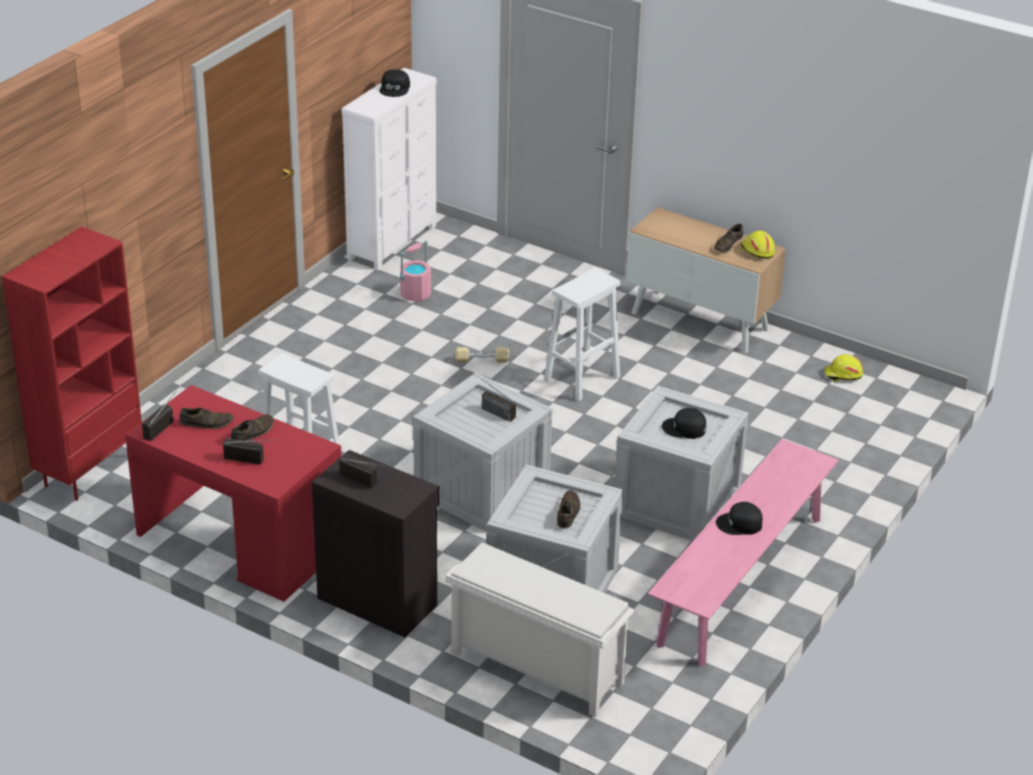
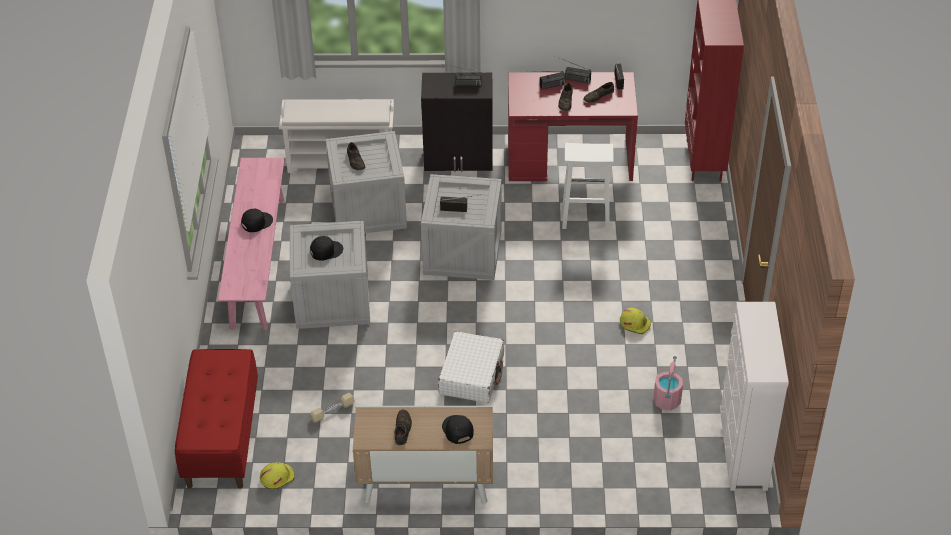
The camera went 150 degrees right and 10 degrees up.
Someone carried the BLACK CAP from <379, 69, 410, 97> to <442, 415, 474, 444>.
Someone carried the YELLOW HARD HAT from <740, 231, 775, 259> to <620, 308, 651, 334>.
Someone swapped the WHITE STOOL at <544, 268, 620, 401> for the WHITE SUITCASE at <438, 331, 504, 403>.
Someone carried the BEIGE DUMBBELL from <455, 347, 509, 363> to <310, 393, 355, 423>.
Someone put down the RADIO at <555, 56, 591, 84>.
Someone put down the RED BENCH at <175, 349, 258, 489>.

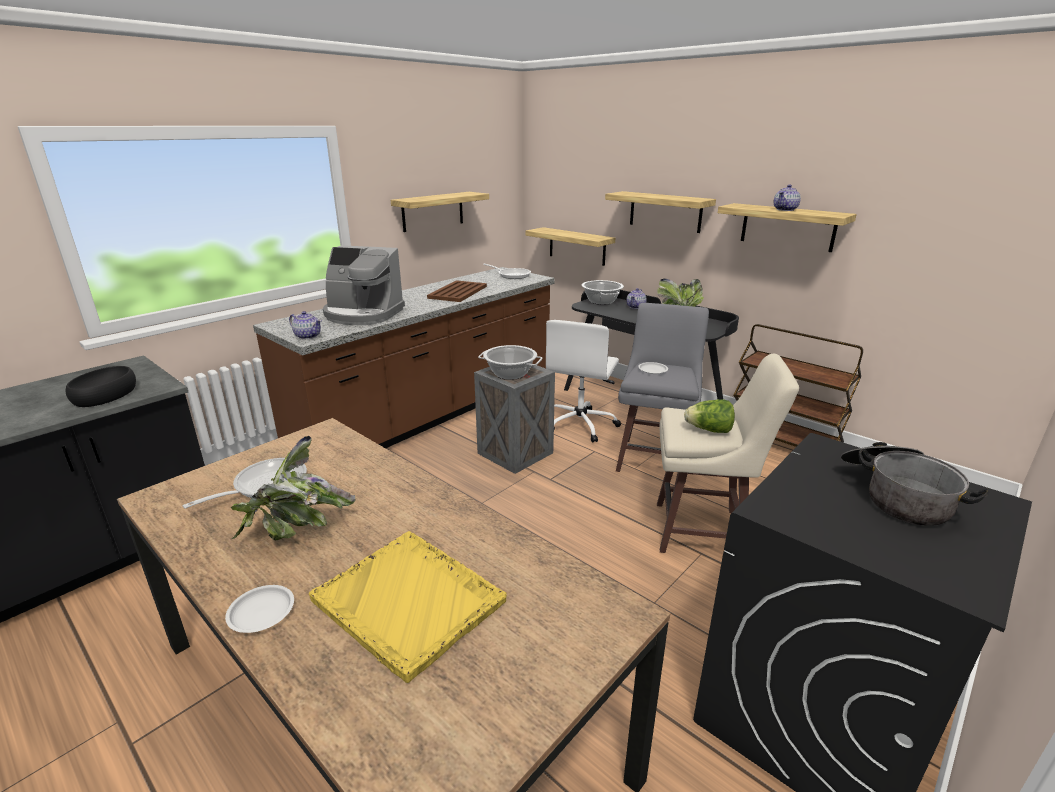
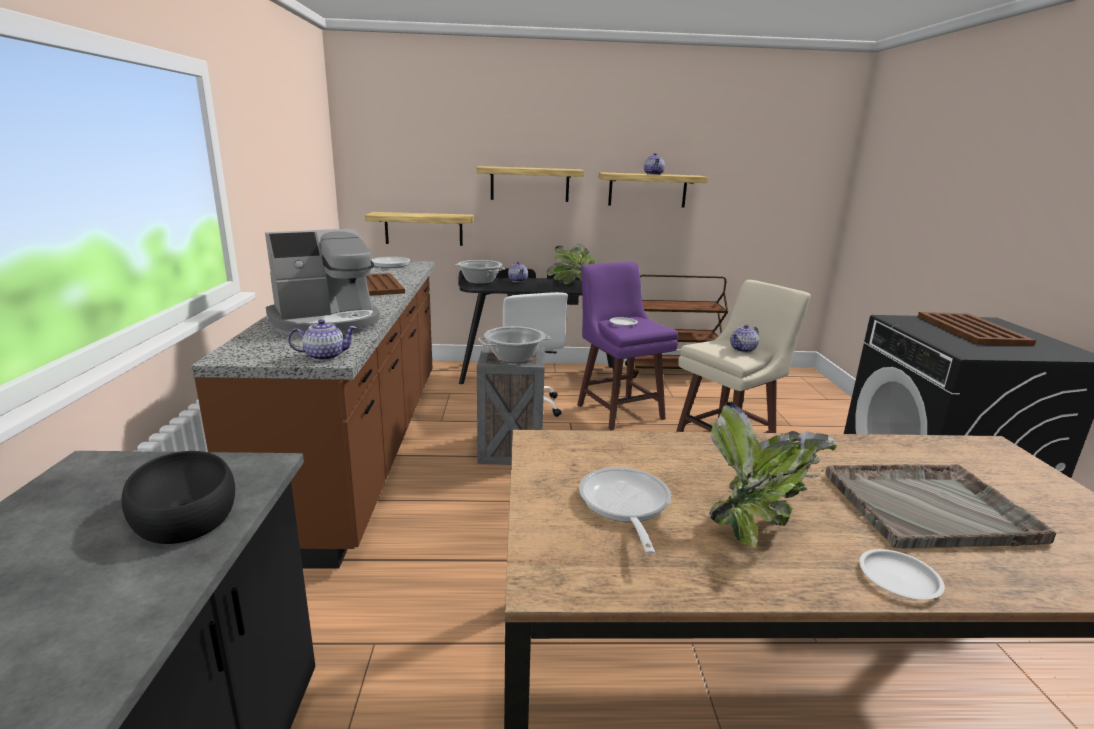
The camera went 45 degrees left and 5 degrees down.
Someone took away the SHELF at <391, 192, 489, 232>.
Someone repainted the GREY STOOL at <616, 303, 709, 483>, which became the PURPLE STOOL at <577, 262, 678, 431>.
Someone swapped the LETTUCE at <684, 399, 735, 433> for the TEAPOT at <730, 324, 759, 353>.
Someone swapped the COOKING POT at <840, 442, 990, 526> for the BROWN TRAY at <918, 312, 1036, 346>.
Someone repainted the YELLOW TRAY at <309, 531, 507, 683>, which became the GREY TRAY at <826, 464, 1056, 548>.

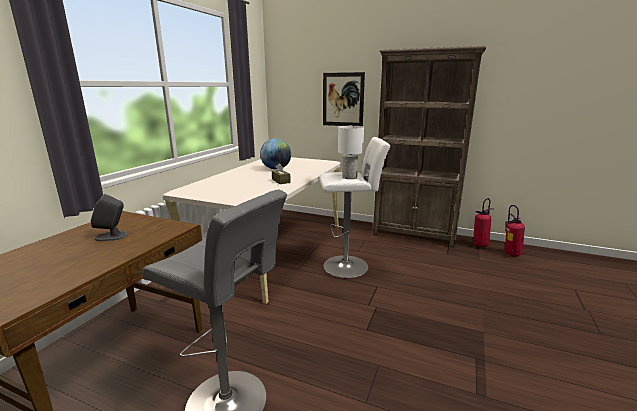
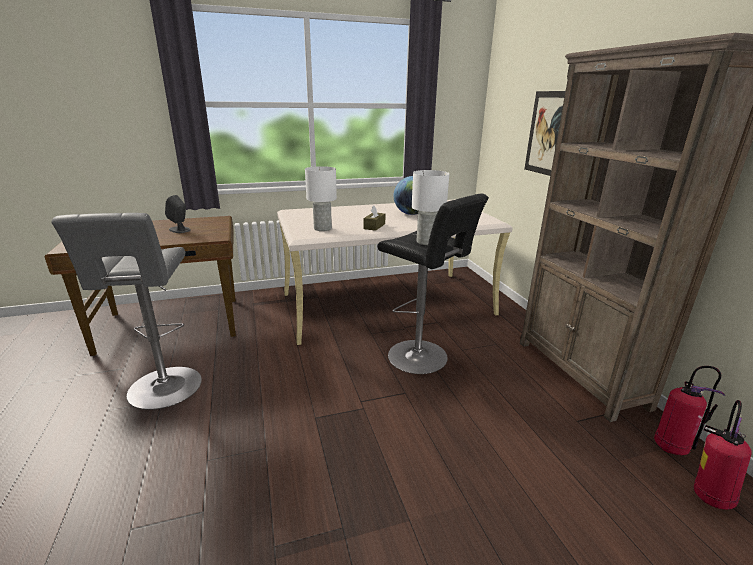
The camera went 50 degrees right and 5 degrees up.
Someone repainted the WHITE STOOL at <319, 137, 391, 278>, which became the BLACK STOOL at <378, 193, 489, 374>.
Someone put down the WHITE TABLE LAMP at <305, 166, 337, 231>.

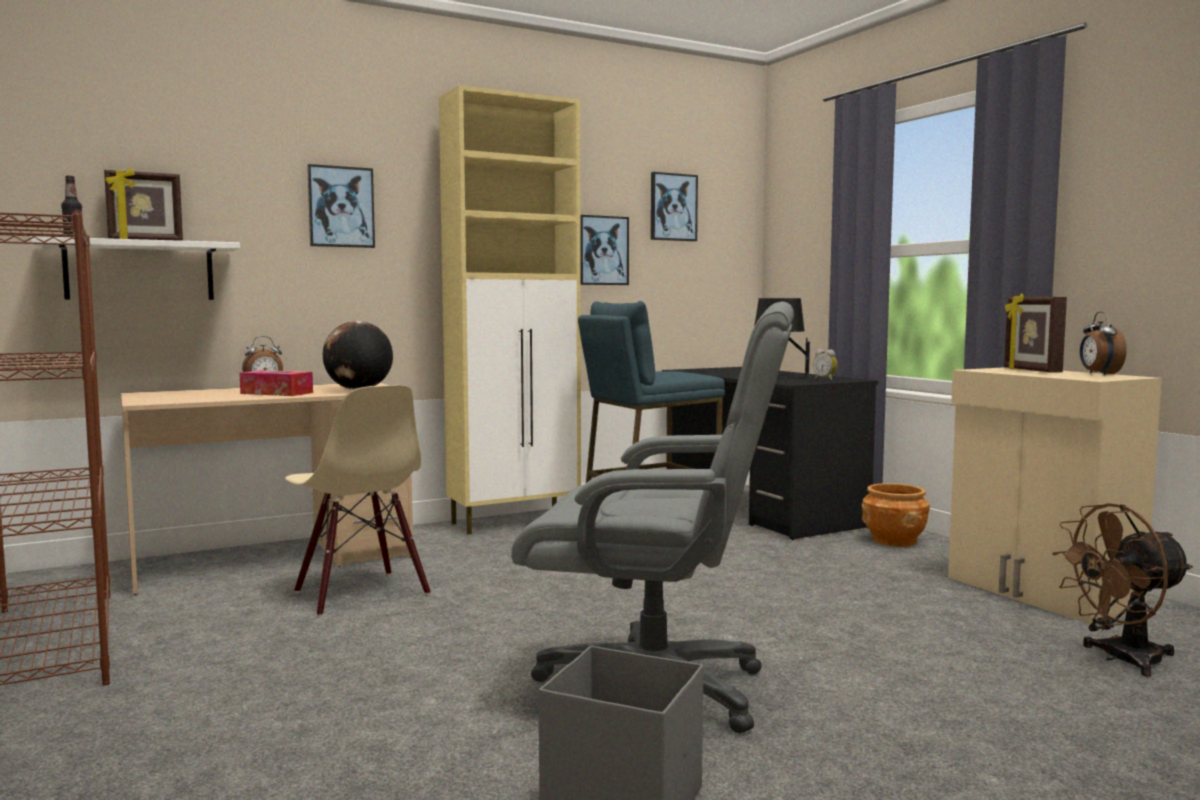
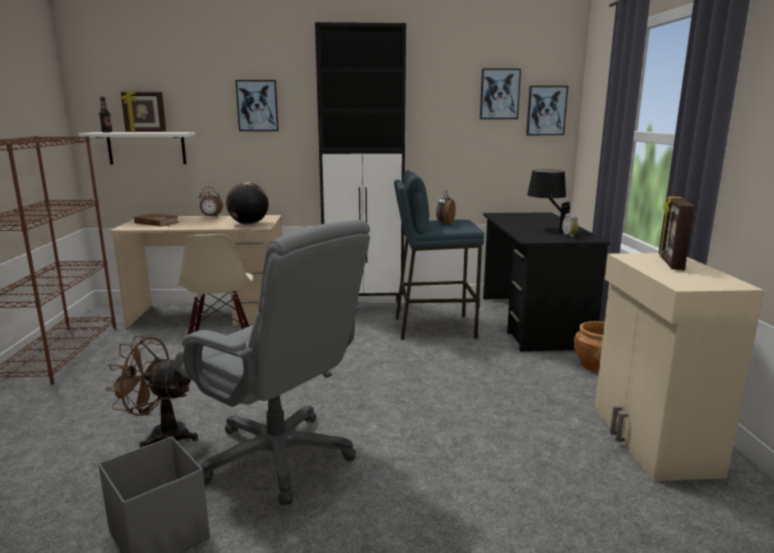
The camera went 25 degrees right and 10 degrees up.
Someone repainted the BEIGE CABINET at <439, 85, 581, 535>, which became the BLACK CABINET at <315, 22, 406, 312>.
Someone carried the PICTURE from <580, 215, 629, 285> to <526, 86, 568, 135>.
Someone carried the ALARM CLOCK from <1080, 312, 1127, 375> to <436, 190, 456, 225>.
Someone took away the TISSUE BOX at <239, 370, 313, 396>.
Someone carried the BROWN FAN from <1052, 503, 1193, 677> to <105, 336, 198, 448>.
Someone put down the BROWN BOOK at <134, 213, 179, 227>.

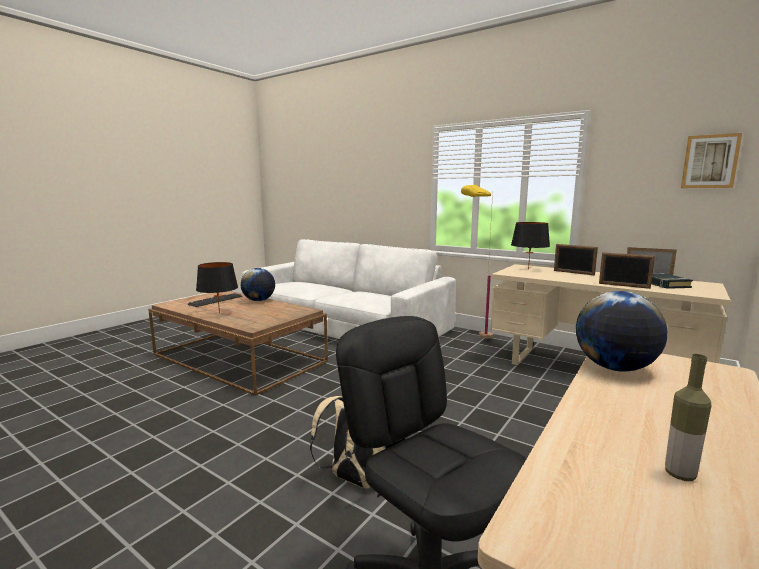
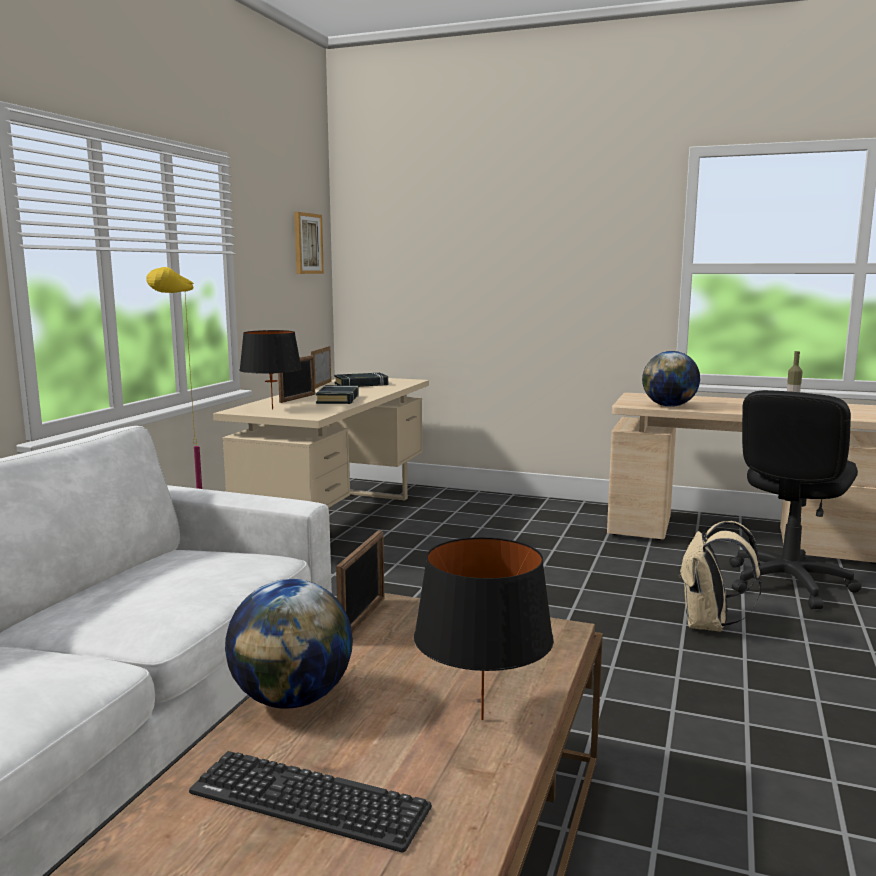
The camera went 105 degrees left and 0 degrees up.
Someone carried the PICTURE FRAME from <599, 252, 655, 289> to <336, 530, 384, 634>.
Someone put down the BLACK BOOK at <316, 385, 359, 404>.

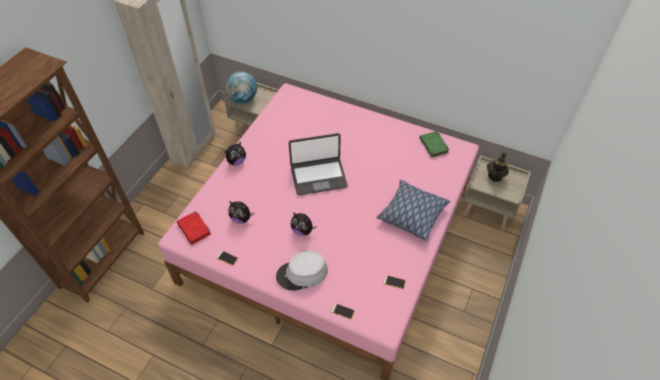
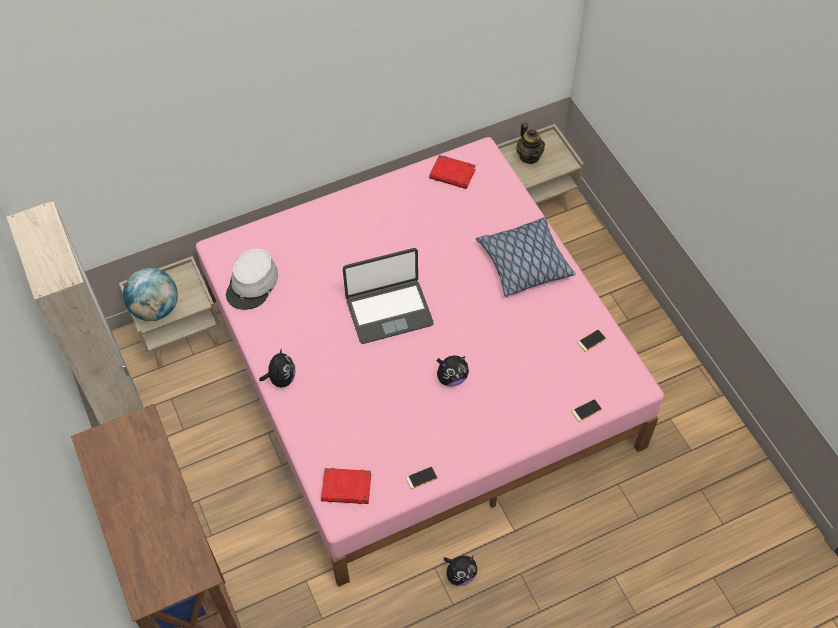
The camera went 50 degrees left and 5 degrees up.
Someone repainted the GREEN BOOK at <419, 131, 449, 158>, which became the RED BOOK at <429, 155, 476, 189>.
Someone rotated the LAPTOP at <289, 133, 348, 195> by 45 degrees clockwise.
Someone carried the PLUSH TOY from <228, 201, 254, 224> to <443, 556, 478, 586>.
Someone carried the GREY HAT from <276, 251, 328, 291> to <226, 248, 278, 310>.

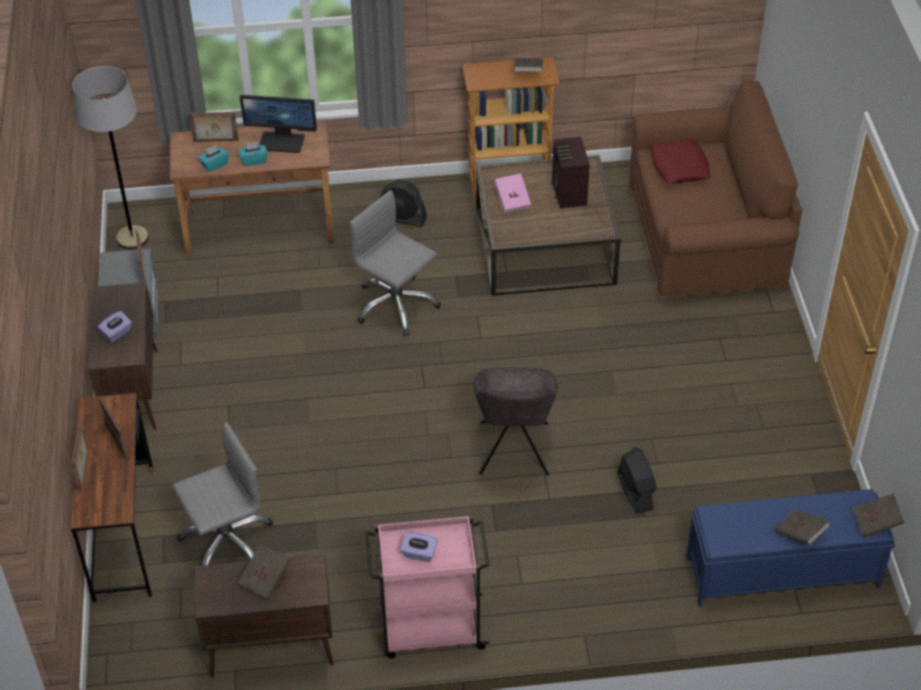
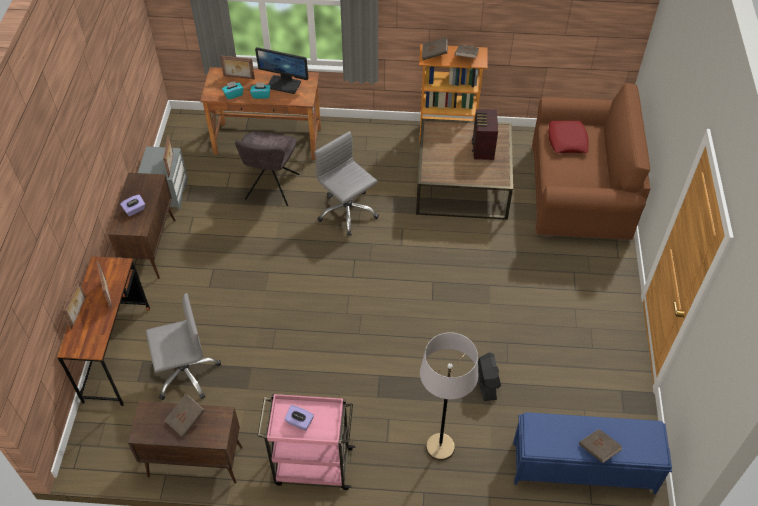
The camera went 10 degrees right and 5 degrees up.
Someone carried the GREY FLOOR LAMP from <73, 66, 149, 250> to <420, 332, 478, 461>.
Someone took away the PINK BOOK at <494, 174, 532, 213>.
Someone took away the BLACK FAN at <379, 180, 427, 227>.
Someone carried the GREY CHAIR from <474, 368, 557, 476> to <235, 131, 300, 206>.
Someone carried the BROWN BOOK from <853, 494, 904, 537> to <422, 37, 448, 60>.

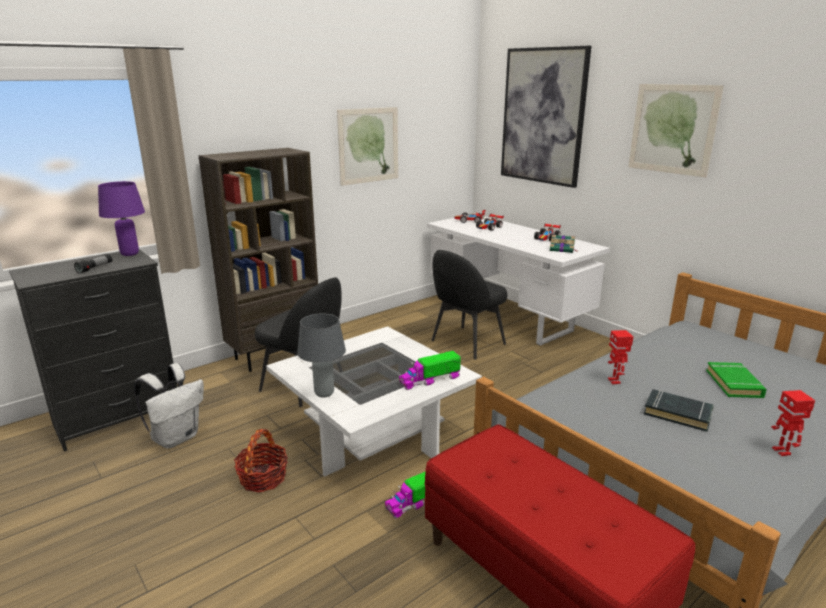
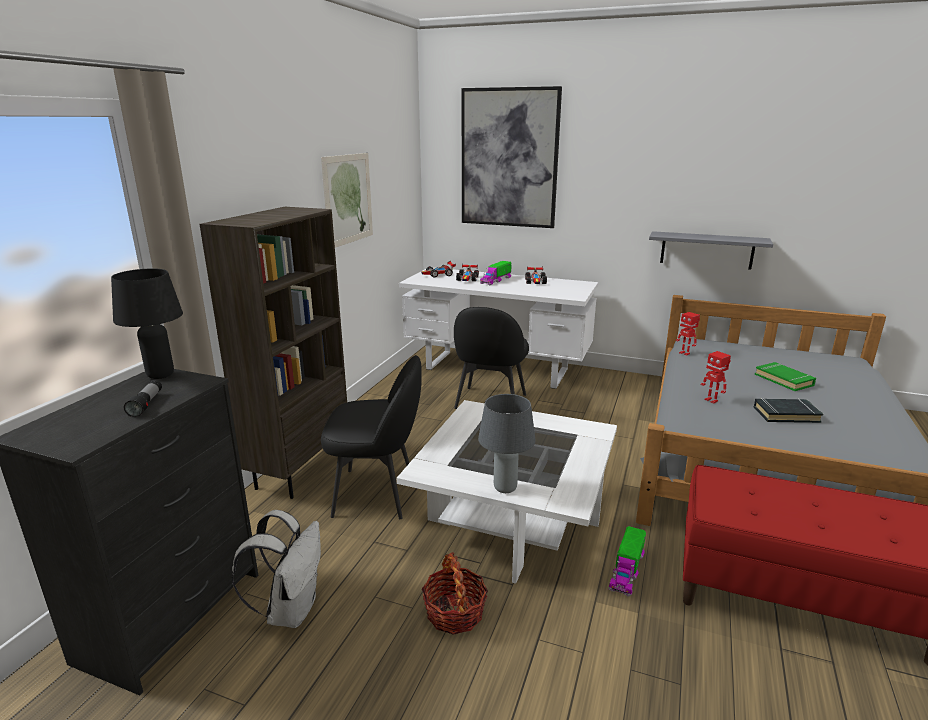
The camera went 30 degrees left and 0 degrees up.
Someone took away the PICTURE at <628, 84, 724, 178>.
Someone repainted the PURPLE TABLE LAMP at <98, 181, 145, 256>, which became the BLACK TABLE LAMP at <111, 268, 183, 379>.
Someone took away the BOOK at <550, 235, 578, 253>.
Someone carried the TOY TRUCK from <398, 351, 461, 390> to <480, 261, 511, 285>.
Someone carried the TOY ROBOT from <771, 390, 815, 456> to <676, 312, 700, 356>.
Someone put up the GREY SHELF at <649, 231, 773, 270>.

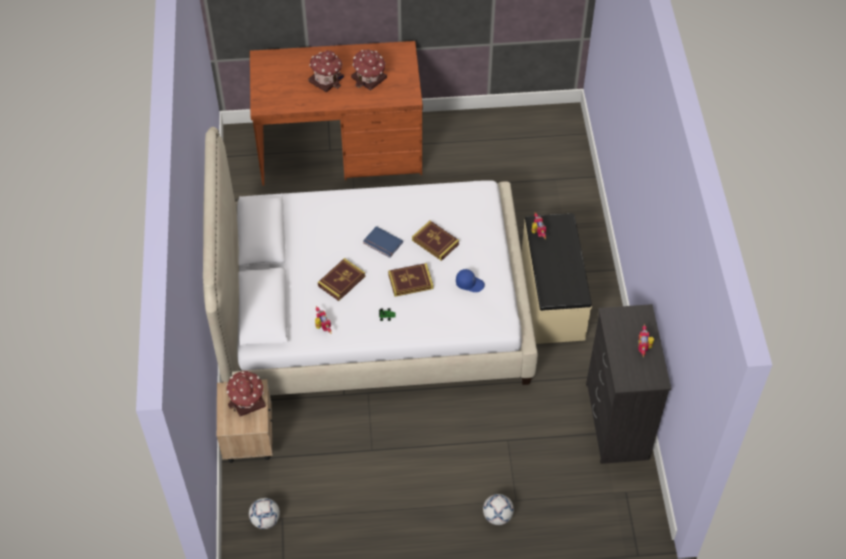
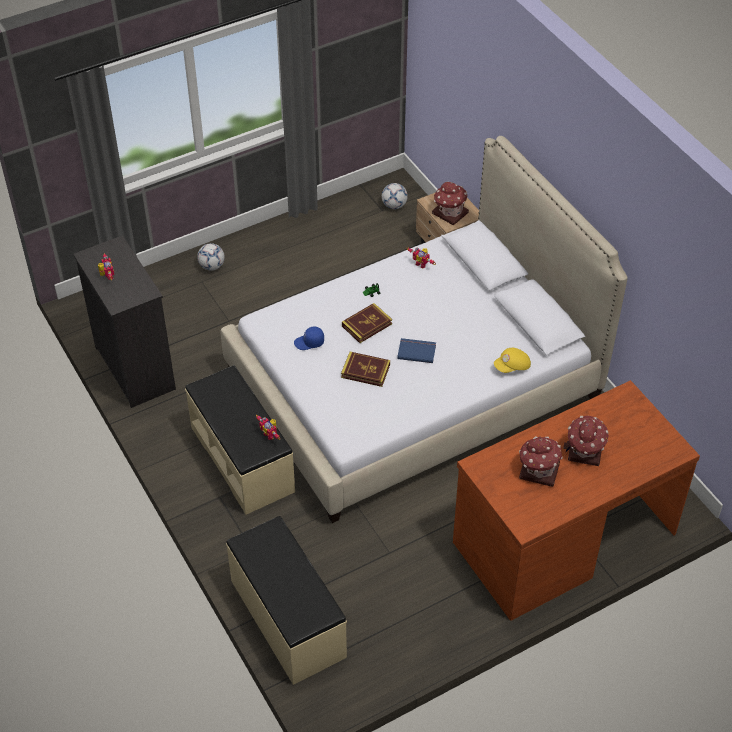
The camera went 155 degrees right and 5 degrees down.
Someone took away the BOOK at <318, 258, 365, 301>.
Someone put down the YELLOW CAP at <494, 348, 531, 373>.
Someone put down the BEIGE BENCH at <226, 516, 347, 685>.

